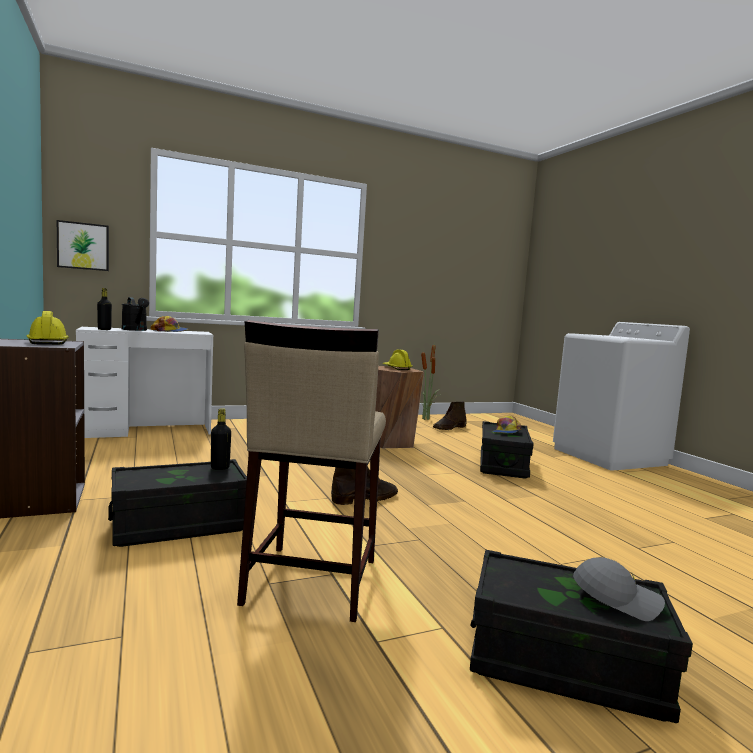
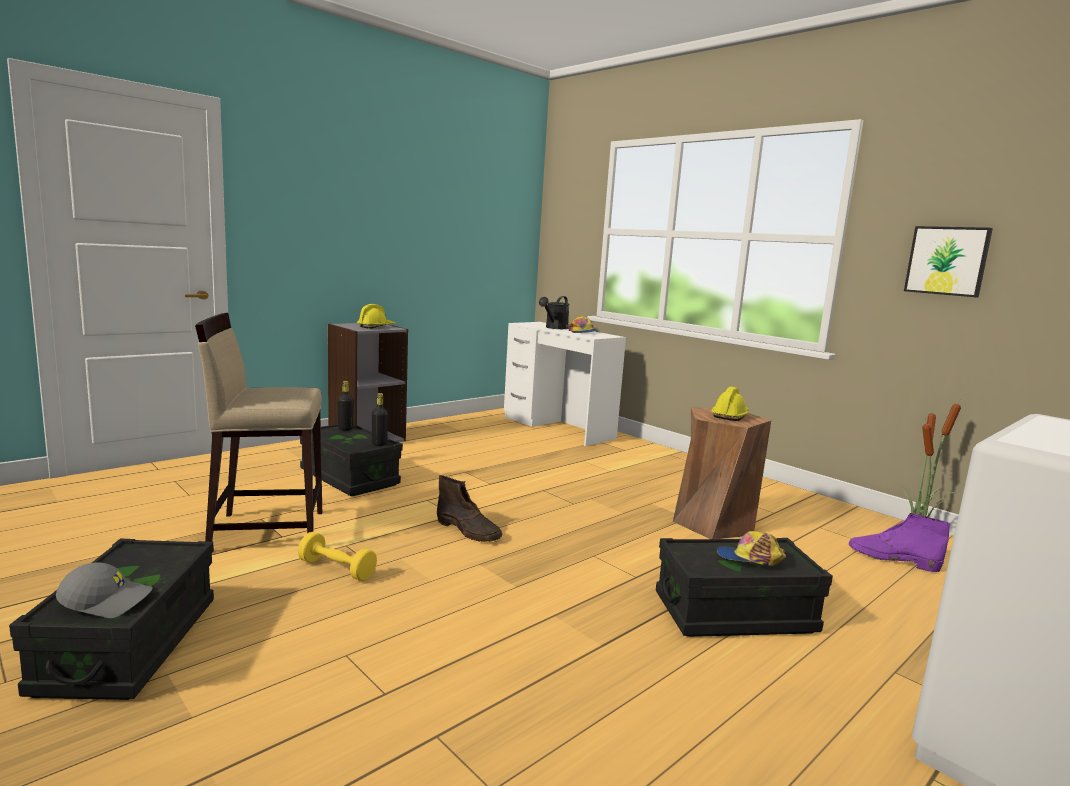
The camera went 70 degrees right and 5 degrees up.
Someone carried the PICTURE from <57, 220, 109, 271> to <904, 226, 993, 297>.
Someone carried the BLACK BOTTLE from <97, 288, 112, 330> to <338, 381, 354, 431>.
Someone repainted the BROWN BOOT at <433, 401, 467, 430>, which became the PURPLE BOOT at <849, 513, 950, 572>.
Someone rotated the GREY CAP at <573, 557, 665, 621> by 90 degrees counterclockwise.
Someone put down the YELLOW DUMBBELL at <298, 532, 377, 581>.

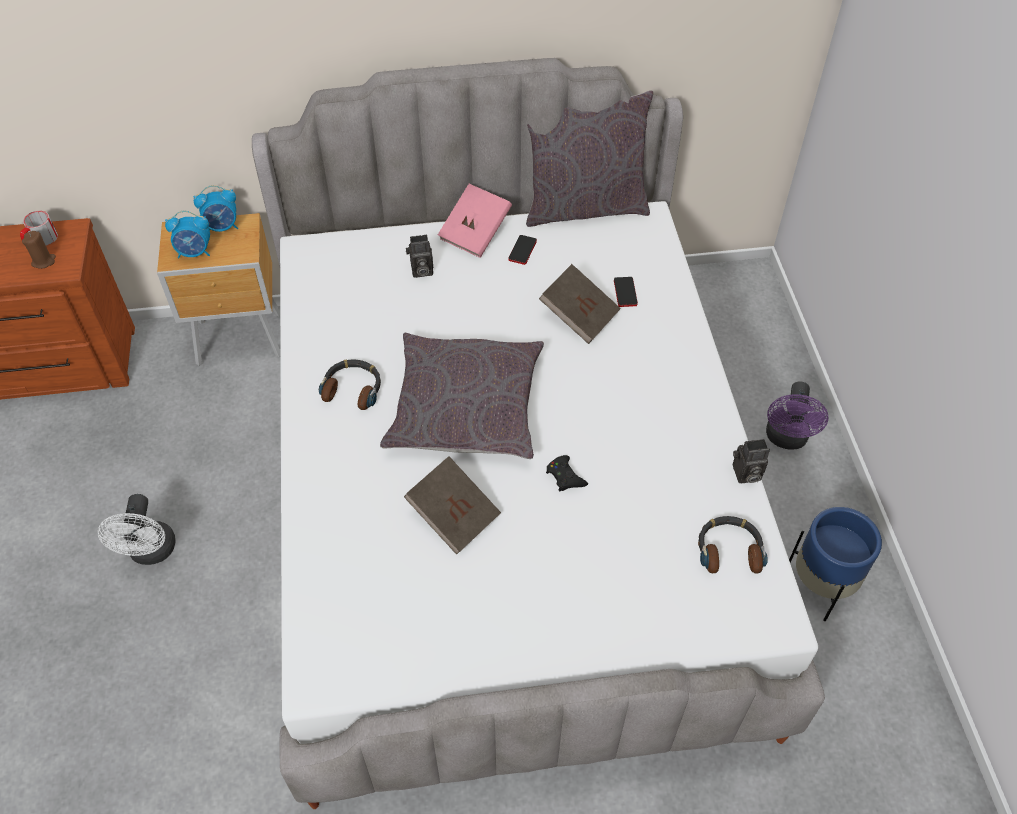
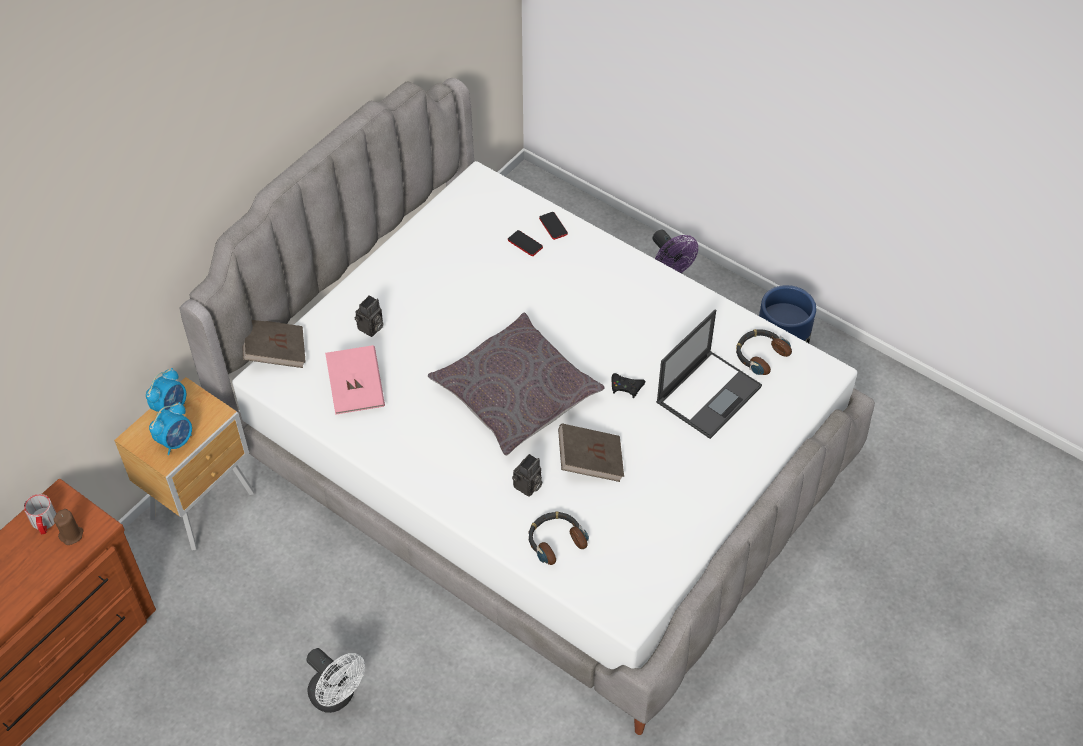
The camera went 45 degrees left and 0 degrees up.
Someone took away the GREY PILLOW at <526, 90, 653, 227>.
Someone carried the PINK BOOK from <438, 184, 512, 258> to <325, 345, 385, 415>.
Someone carried the PHONE from <508, 235, 537, 265> to <539, 212, 568, 240>.
Someone carried the BROWN BOOK from <539, 264, 621, 344> to <242, 320, 306, 368>.
Someone carried the HEADPHONES from <319, 359, 381, 410> to <528, 511, 589, 565>.
Someone carried the PHOTO CAMERA from <733, 439, 770, 483> to <512, 454, 542, 497>.
Someone put down the LAPTOP at <656, 309, 762, 439>.

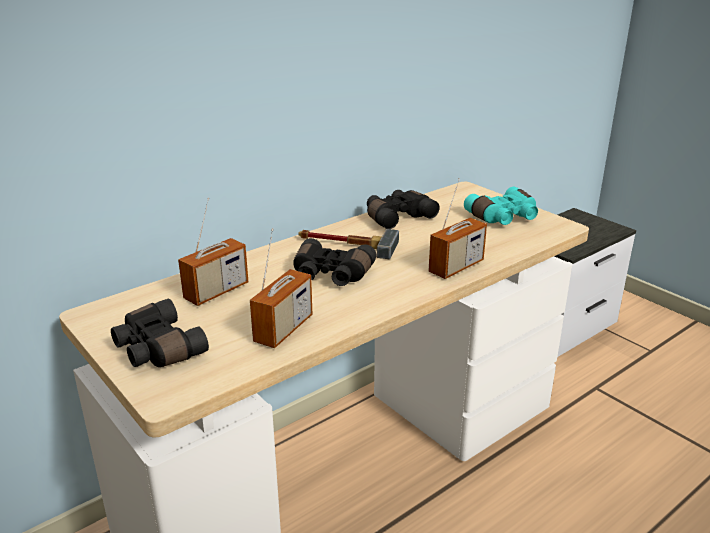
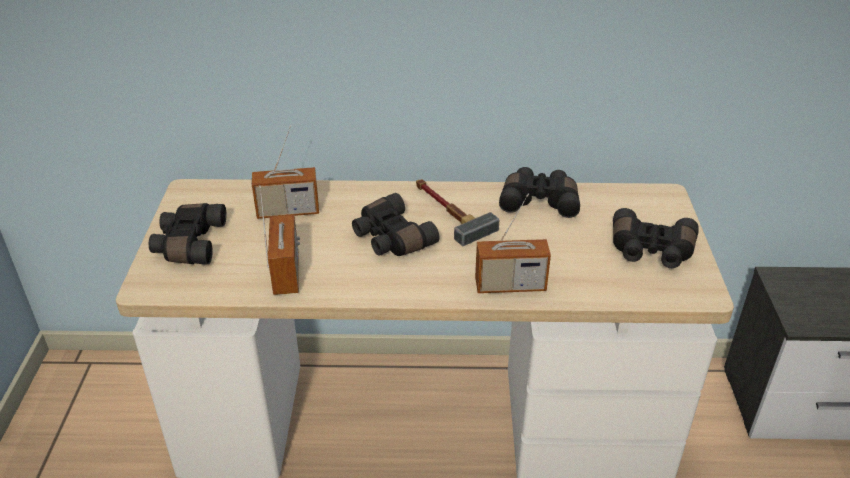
The camera went 40 degrees right and 10 degrees up.
Someone repainted the TURQUOISE BINOCULARS at <464, 187, 538, 225>, which became the BLACK BINOCULARS at <613, 208, 699, 268>.
Someone rotated the RADIO at <250, 228, 312, 348> by 75 degrees counterclockwise.

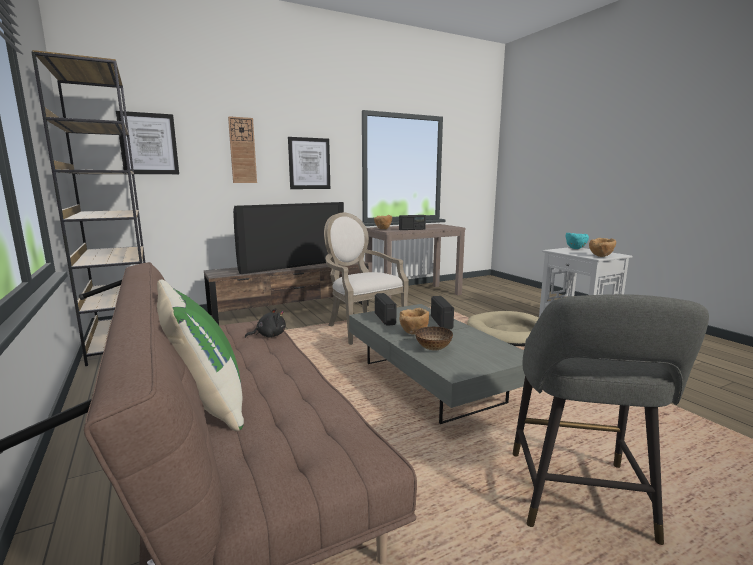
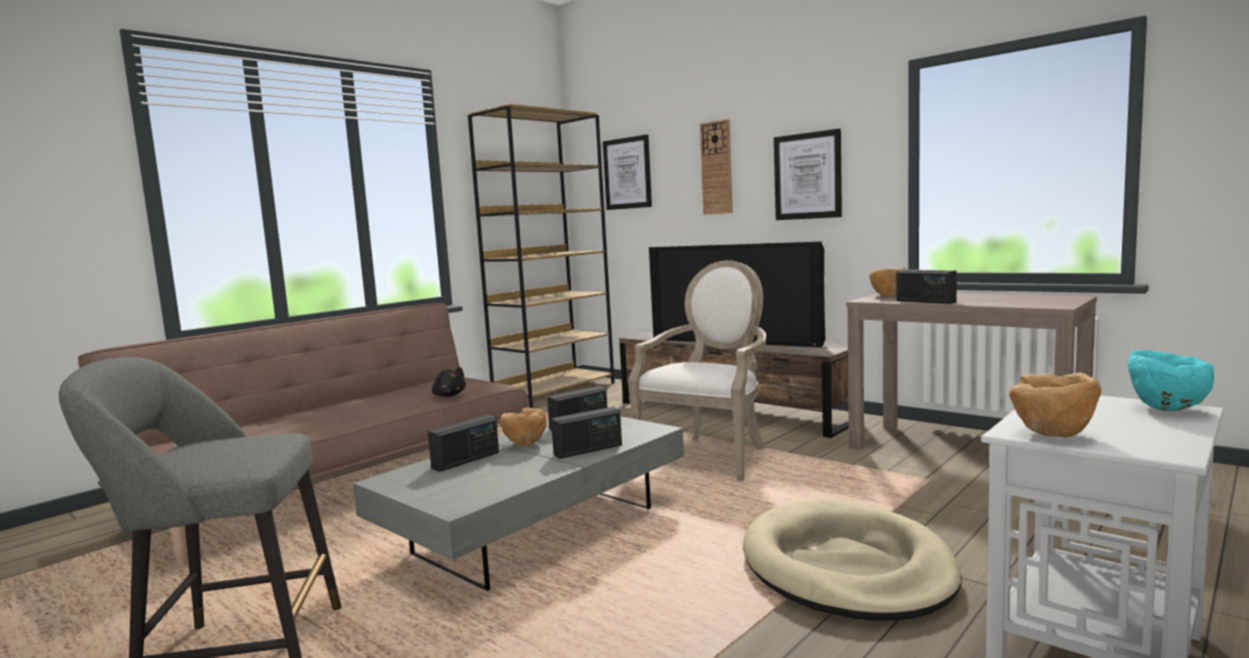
The camera went 70 degrees right and 5 degrees down.
Someone took away the GREEN PILLOW at <157, 280, 244, 431>.
Someone swapped the BOWL at <415, 327, 453, 351> for the RADIO at <428, 415, 499, 472>.

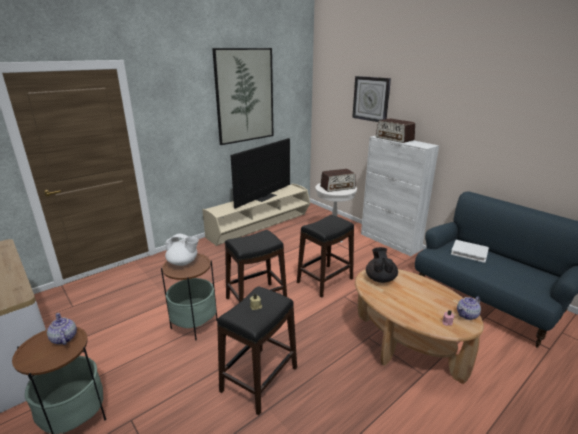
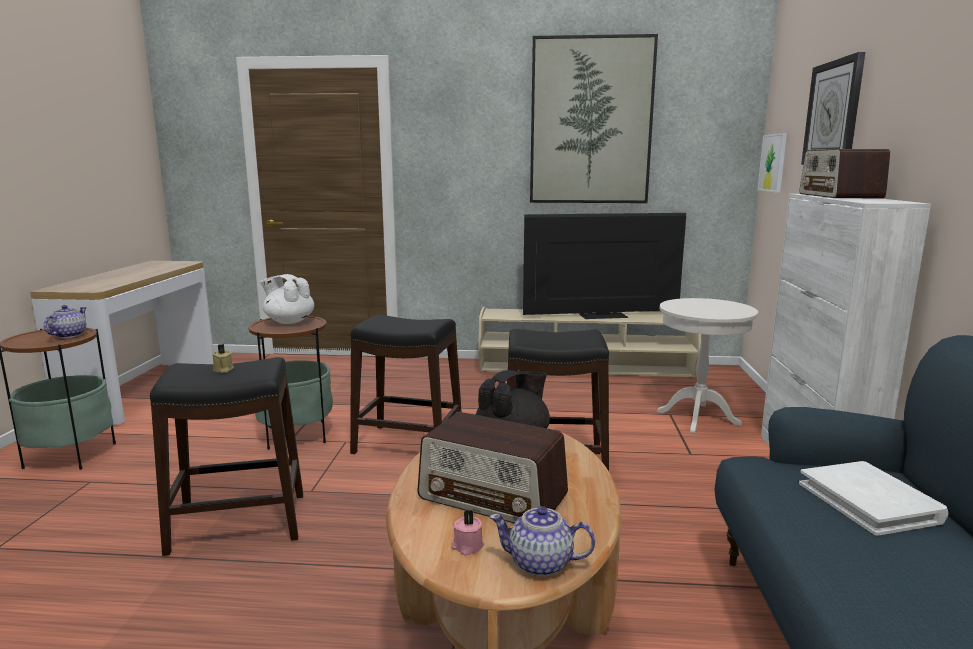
The camera went 45 degrees right and 10 degrees down.
Someone carried the RADIO from <320, 169, 356, 192> to <417, 412, 568, 523>.
Someone rotated the WHITE TEAPOT at <165, 234, 199, 266> by 150 degrees clockwise.
Someone put up the PICTURE at <757, 133, 787, 193>.

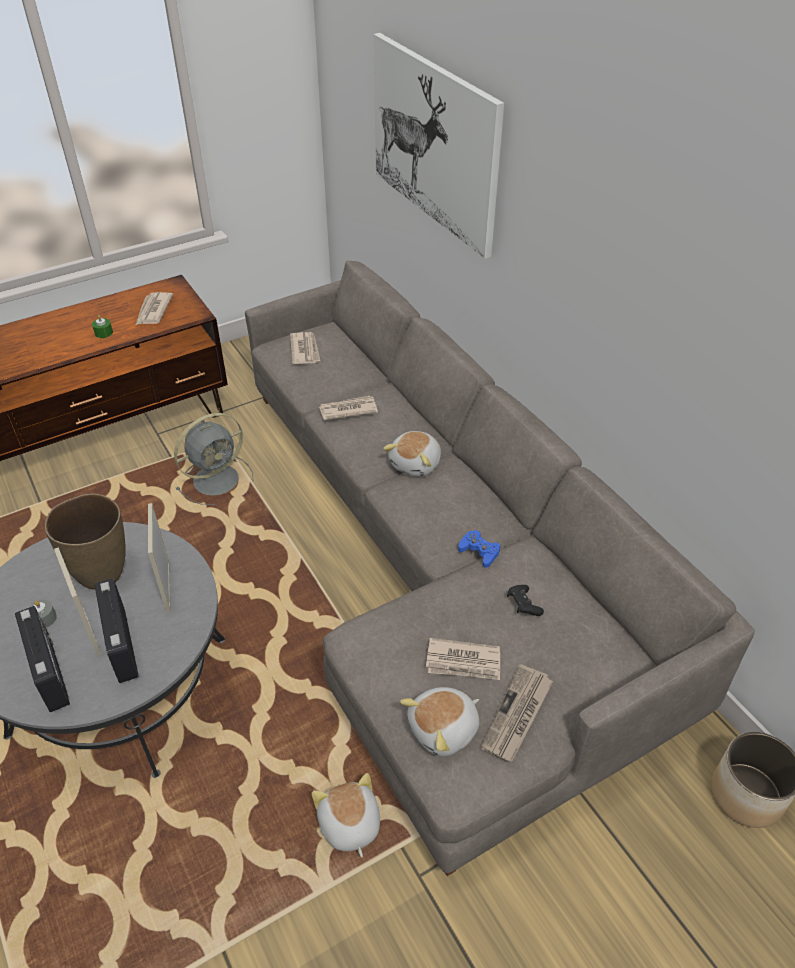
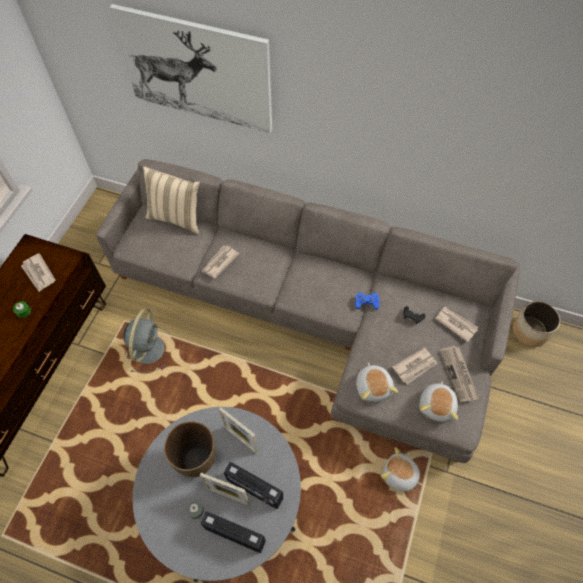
The camera went 40 degrees left and 15 degrees up.
Someone carried the NEWSPAPER from <290, 332, 320, 364> to <435, 307, 478, 342>.
Someone carried the PLUSH TOY from <383, 431, 441, 477> to <356, 363, 398, 402>.
Someone put down the BEIGE PILLOW at <143, 166, 200, 234>.

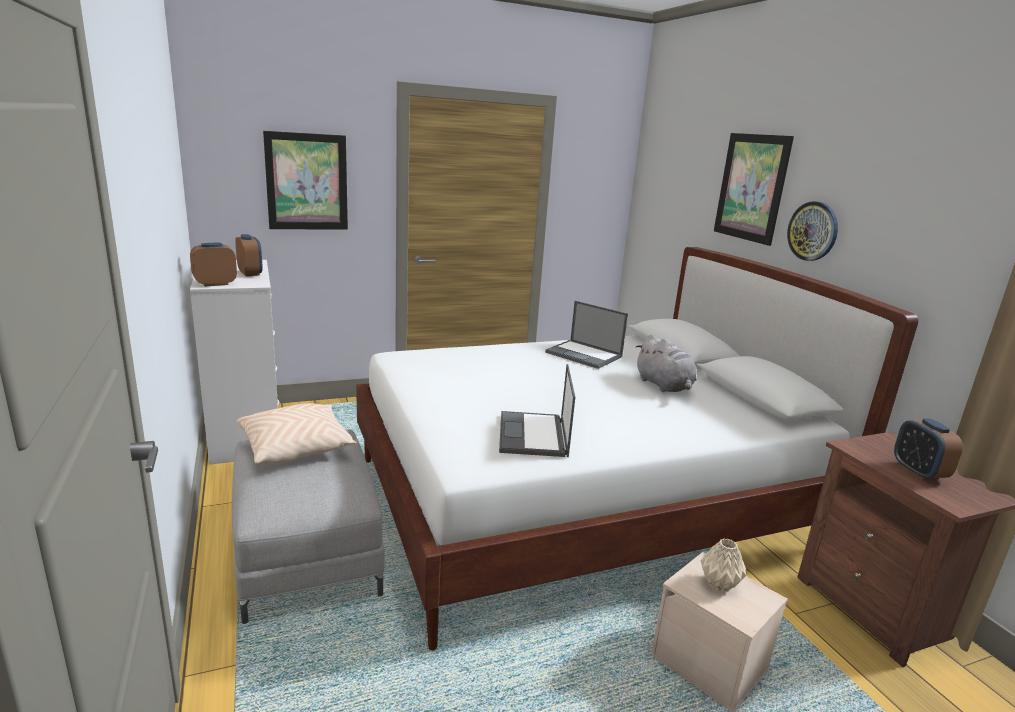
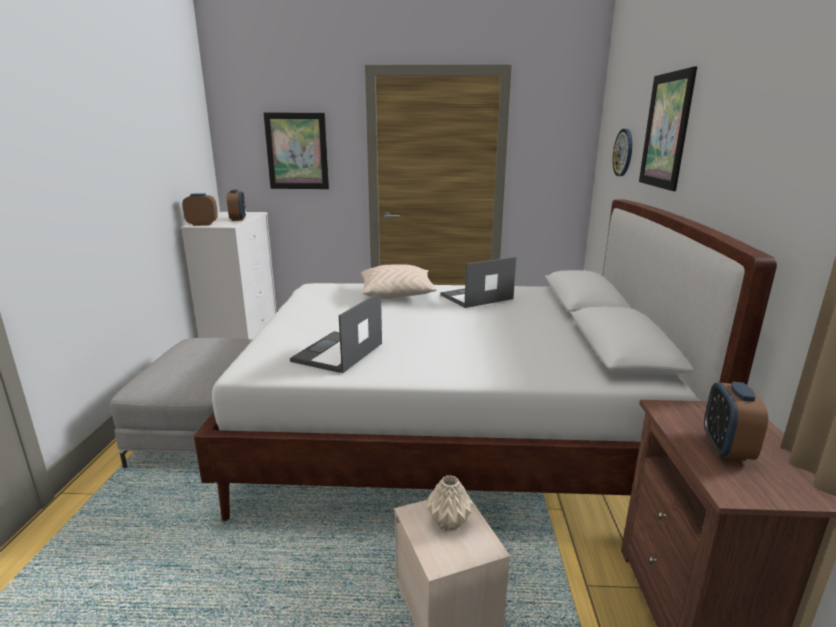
The camera went 25 degrees right and 0 degrees up.
Someone carried the WALL CLOCK from <787, 201, 838, 261> to <613, 129, 632, 176>.
Someone rotated the LAPTOP at <545, 301, 628, 369> by 90 degrees clockwise.
Someone took away the GREY PLUSH TOY at <636, 334, 697, 392>.
Someone carried the BEIGE PILLOW from <237, 403, 356, 464> to <361, 264, 437, 299>.

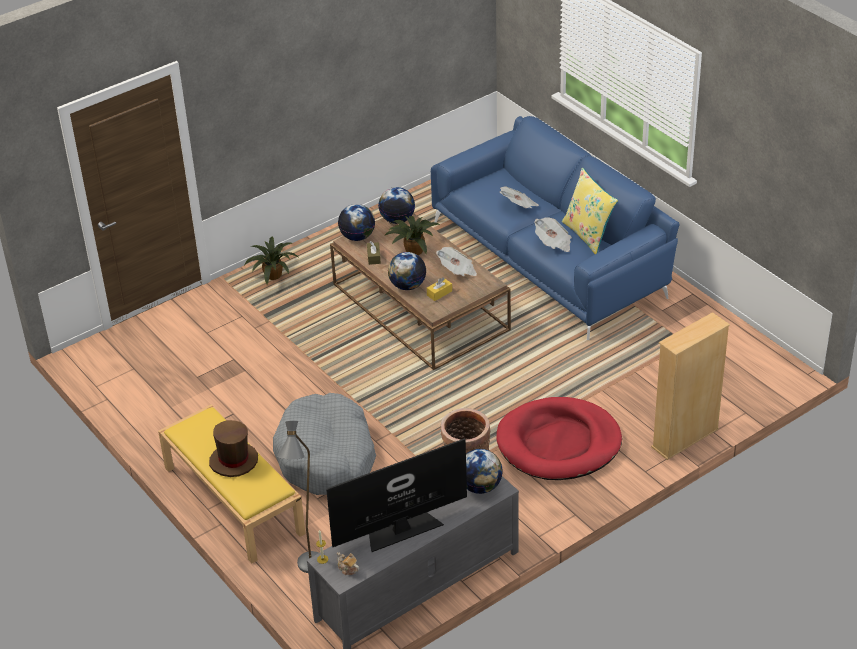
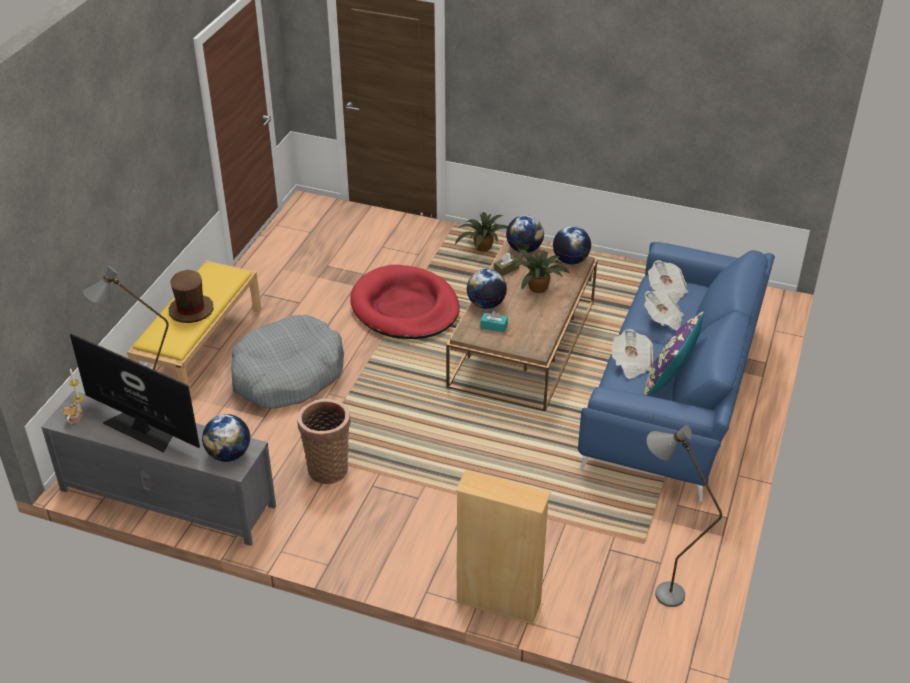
The camera went 55 degrees right and 0 degrees up.
Someone repainted the YELLOW PILLOW at <562, 167, 618, 254>, which became the PURPLE PILLOW at <644, 312, 704, 396>.
Someone carried the NEWSPAPER from <436, 247, 477, 276> to <648, 260, 688, 303>.
Someone repainted the YELLOW TISSUE BOX at <427, 277, 452, 301>, which became the TURQUOISE TISSUE BOX at <481, 311, 508, 333>.
Someone carried the RED DOG BED from <496, 397, 622, 480> to <350, 265, 460, 339>.
Someone put down the GREY FLOOR LAMP at <647, 425, 722, 607>.

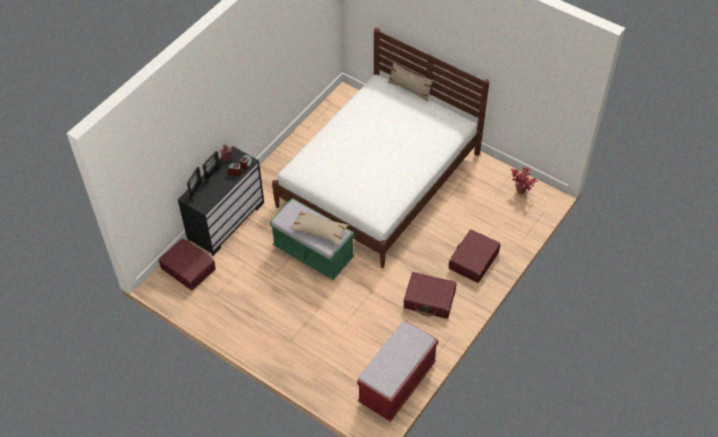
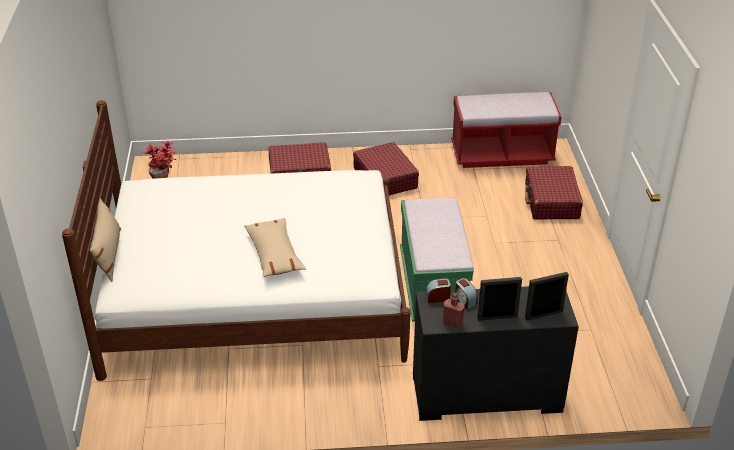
The camera went 130 degrees left and 15 degrees down.
Someone carried the BEIGE PILLOW from <290, 210, 348, 245> to <244, 217, 306, 277>.
Someone carried the RED SUITCASE from <159, 238, 216, 290> to <525, 166, 583, 220>.

